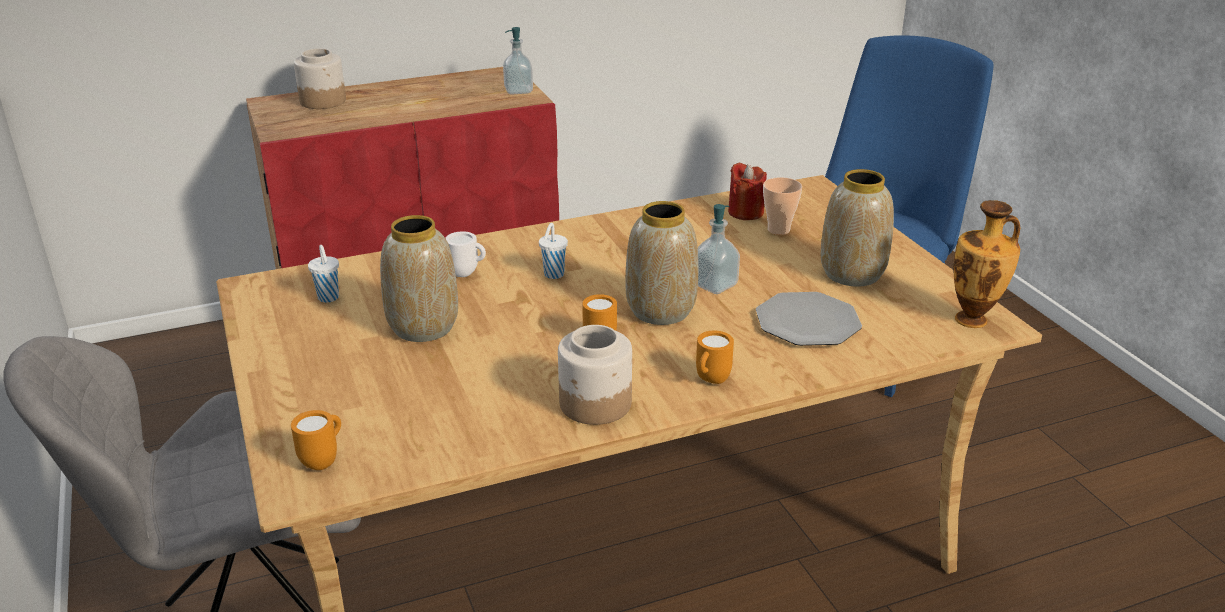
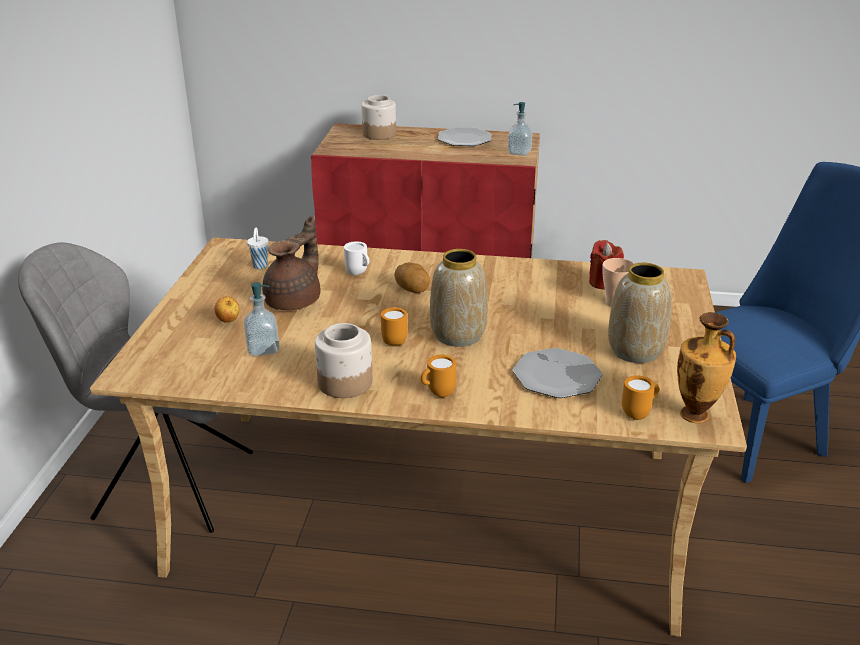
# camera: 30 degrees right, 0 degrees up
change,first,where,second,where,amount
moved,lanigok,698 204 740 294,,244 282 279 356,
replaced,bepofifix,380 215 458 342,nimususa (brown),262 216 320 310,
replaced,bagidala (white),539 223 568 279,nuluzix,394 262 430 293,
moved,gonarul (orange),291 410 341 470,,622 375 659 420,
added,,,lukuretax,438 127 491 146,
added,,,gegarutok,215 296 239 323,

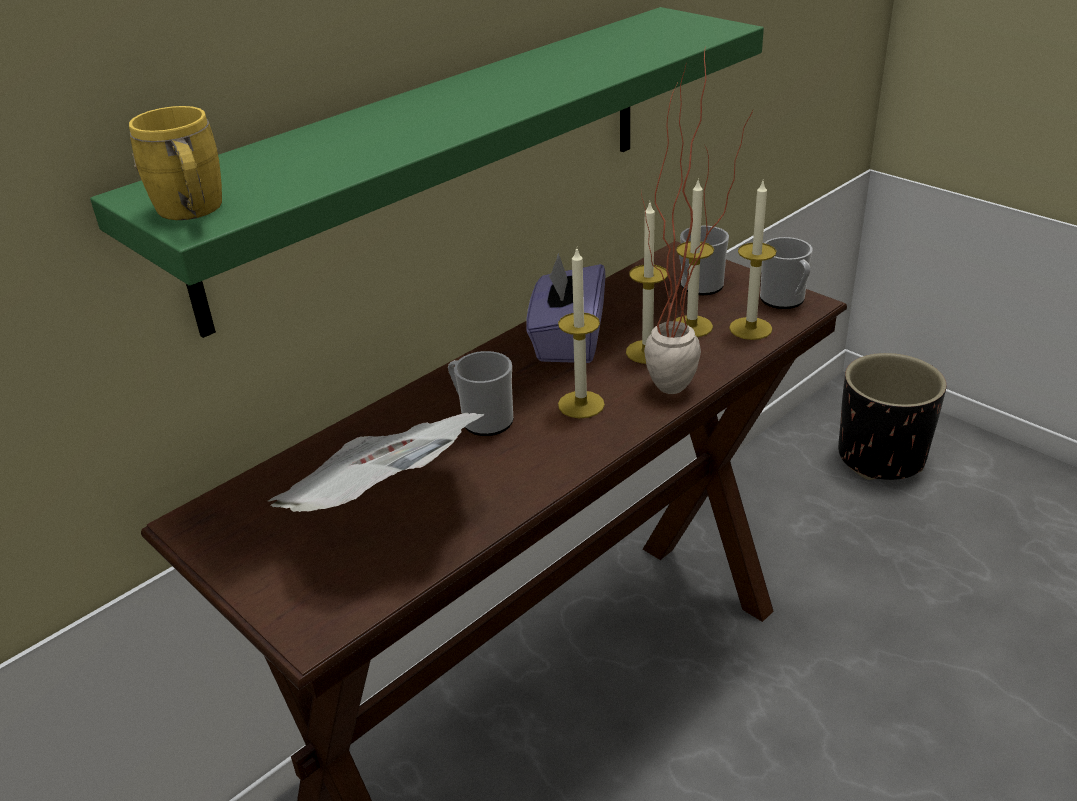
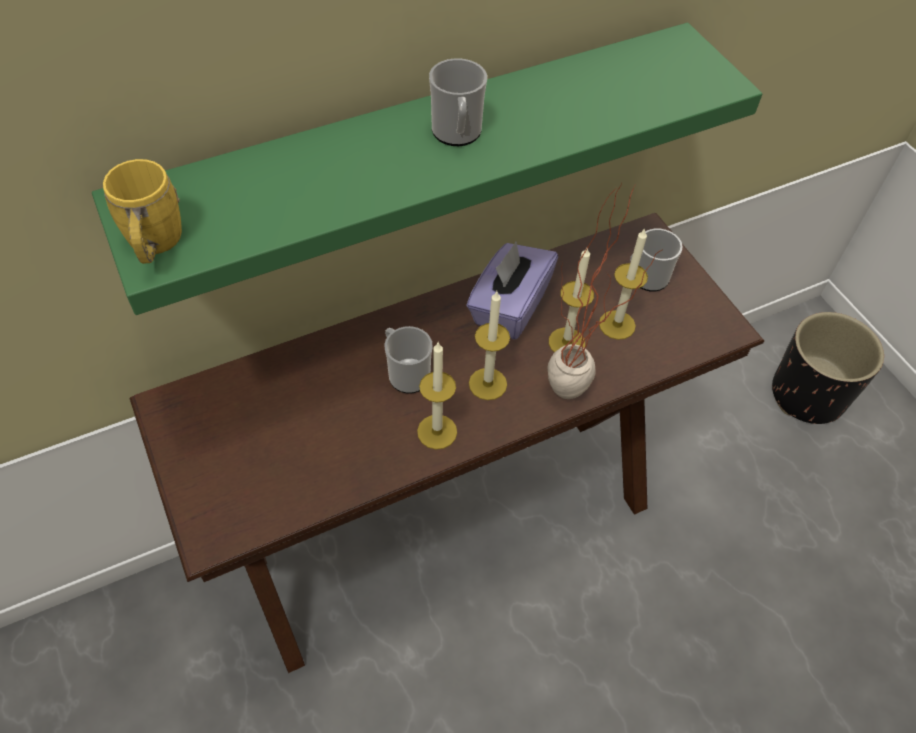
# camera: 15 degrees right, 20 degrees up
change,first,where,second,where,amount
moved,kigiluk,729 181 776 340,,417 343 457 449,
moved,gonarul,760 237 812 309,,429 58 487 146,
removed,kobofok,267 413 484 512,,,

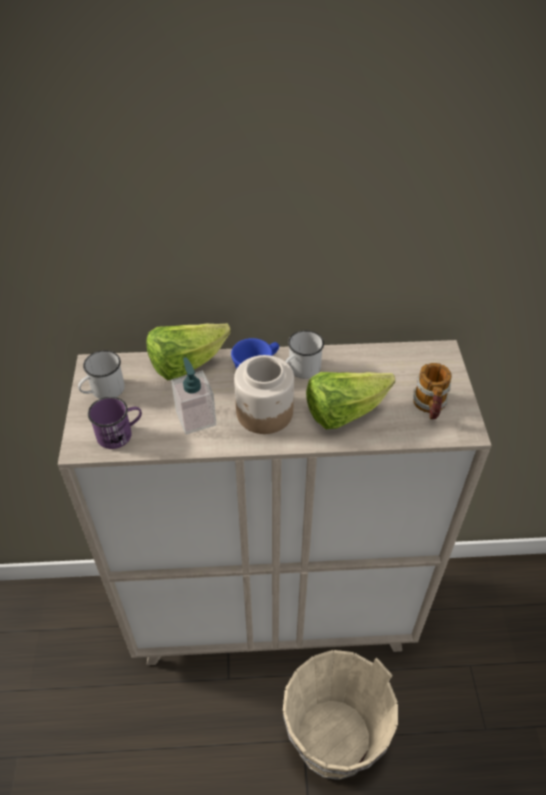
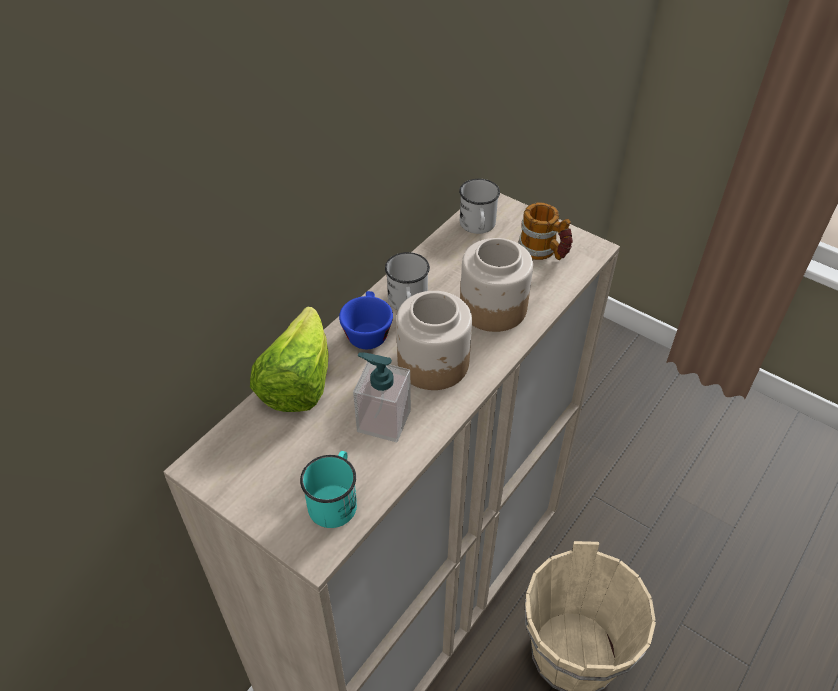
# camera: 50 degrees left, 0 degrees up
change,first,where,second,where,amount
moved,gonarul (white),78 350 125 399,,459 179 500 234,
replaced,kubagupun,306 372 395 429,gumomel,460 238 533 332,
recoloured,gonarul (purple),88 397 142 449,gonarul (turquoise),300 451 357 528,

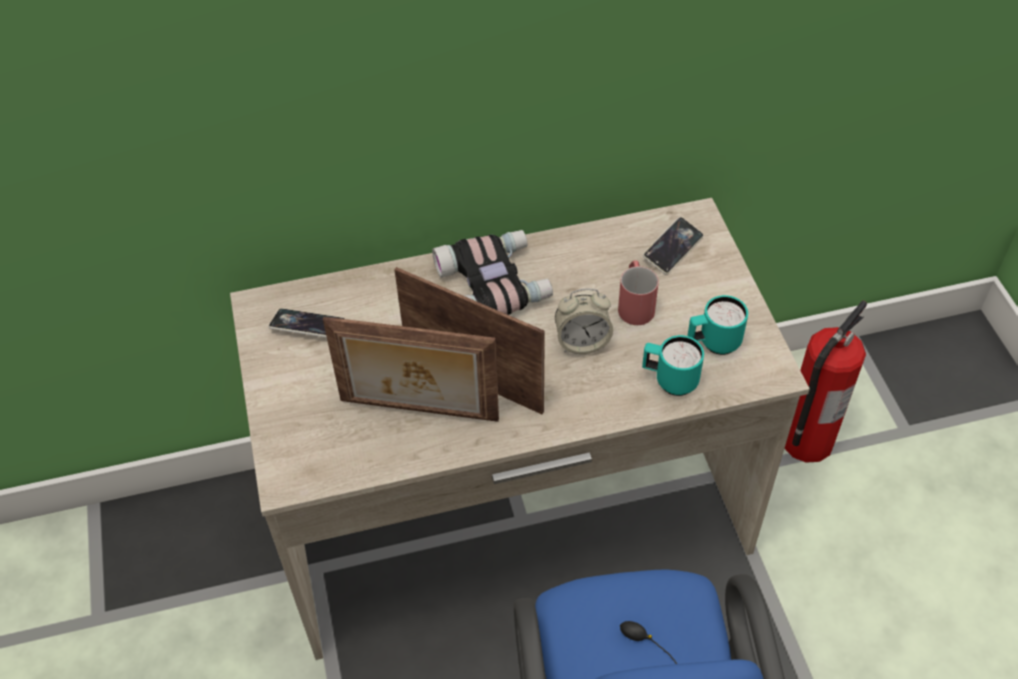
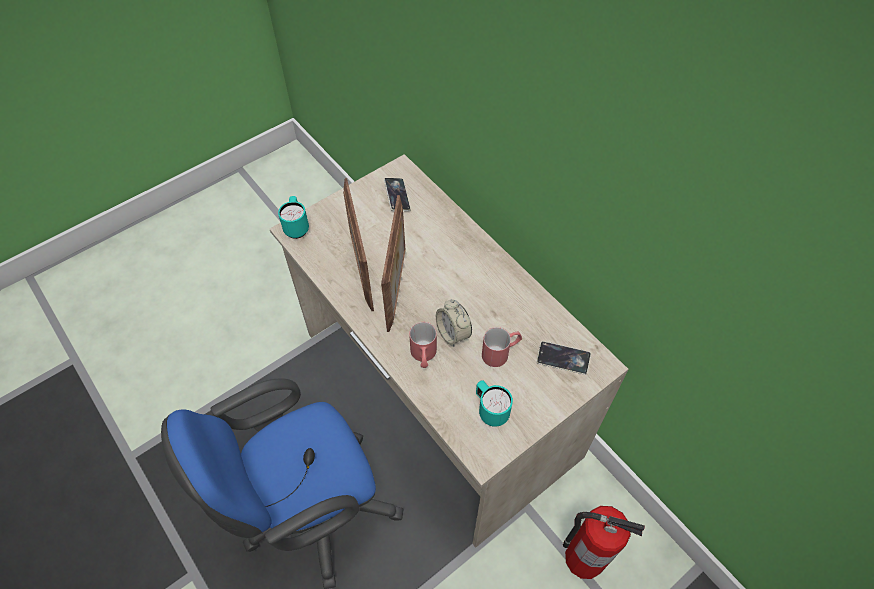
# camera: 65 degrees right, 5 degrees up
change,first,where,second,where,amount
removed,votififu,432 230 553 315,,,
moved,gonarul (turquoise),642 335 704 396,,278 196 309 239,
added,,,gonarul (red),409 322 437 368,

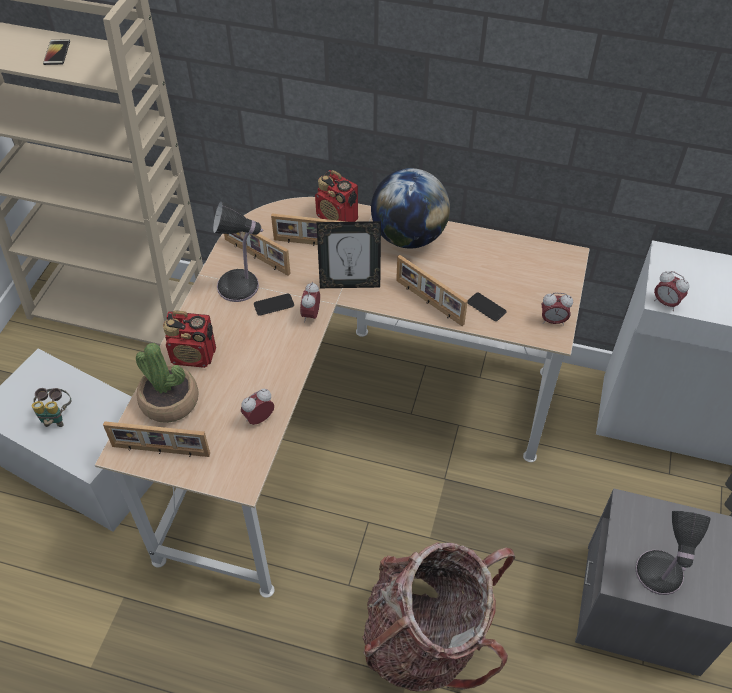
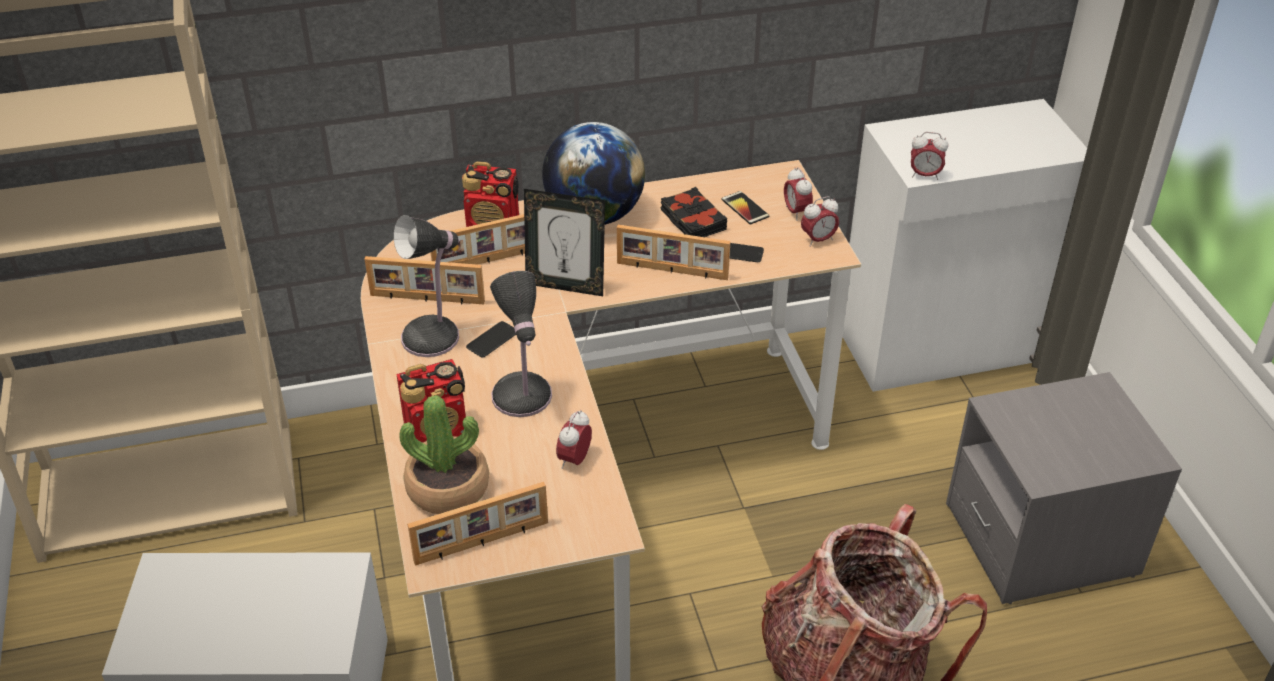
# camera: 30 degrees left, 10 degrees down
change,first,where,second,where,amount
moved,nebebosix,43 39 70 65,,722 191 769 225,
turned,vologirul,316 221 381 288,,524 189 605 296,45 degrees clockwise
moved,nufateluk,300 282 320 323,,784 167 813 221,
removed,votififu,32 388 71 427,,,
moved,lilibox,635 511 711 595,,490 271 552 417,
added,,,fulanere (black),661 187 727 237,

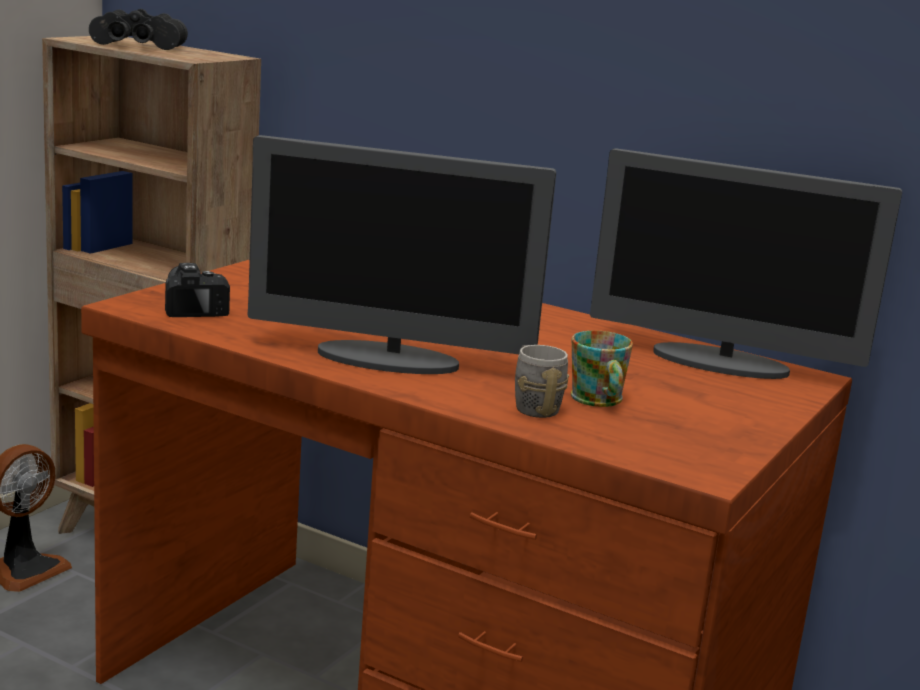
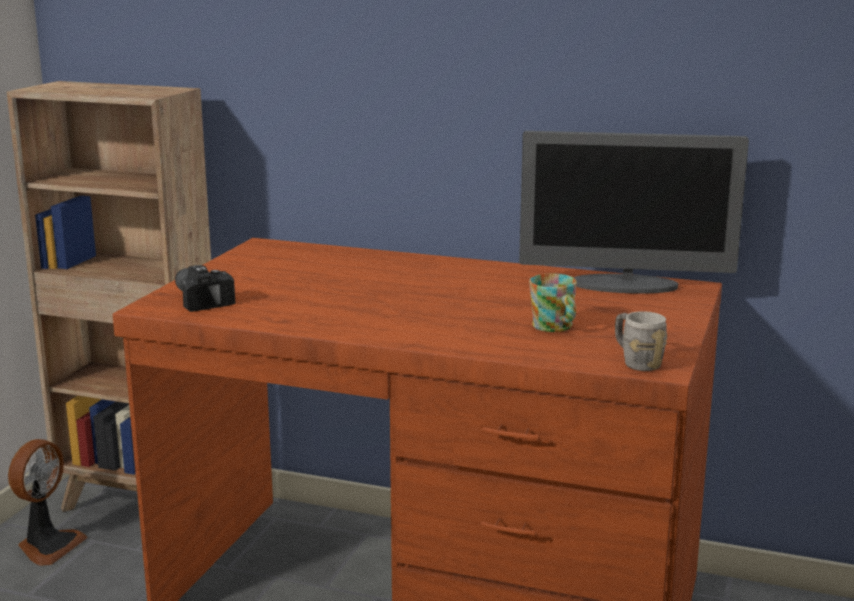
# camera: 10 degrees left, 0 degrees up
change,first,where,second,where,amount
removed,votififu (black),89 9 188 50,,,
removed,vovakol,248 135 556 374,,,
moved,gonarul (grey),515 345 569 418,,615 311 667 371,

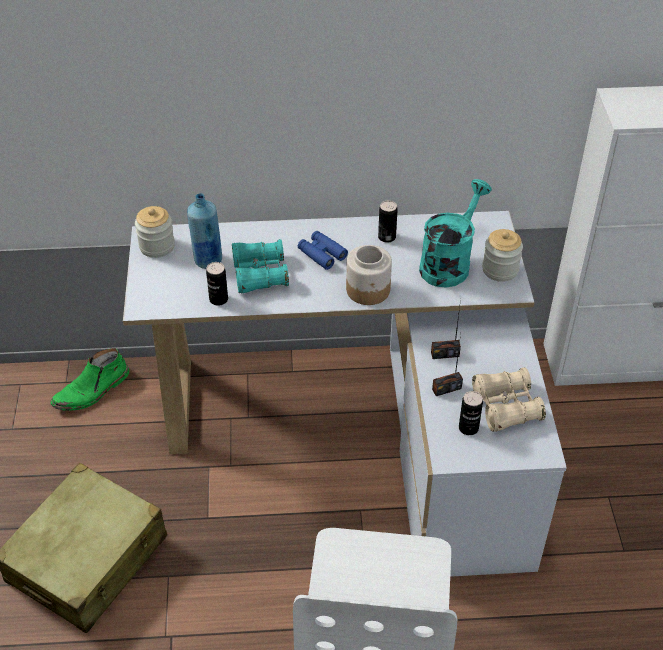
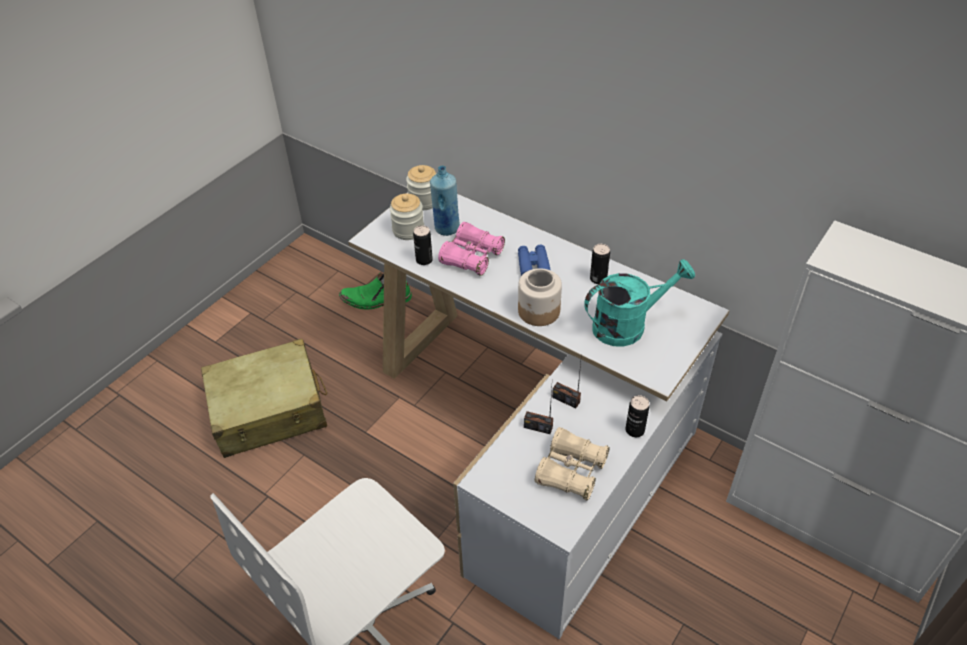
# camera: 40 degrees right, 0 degrees up
change,first,where,second,where,amount
moved,gumomel,482 229 523 282,,390 194 424 240,
recoloured,votififu (turquoise),232 239 289 293,votififu (pink),438 222 505 276,
moved,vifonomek,459 391 483 435,,625 395 650 437,

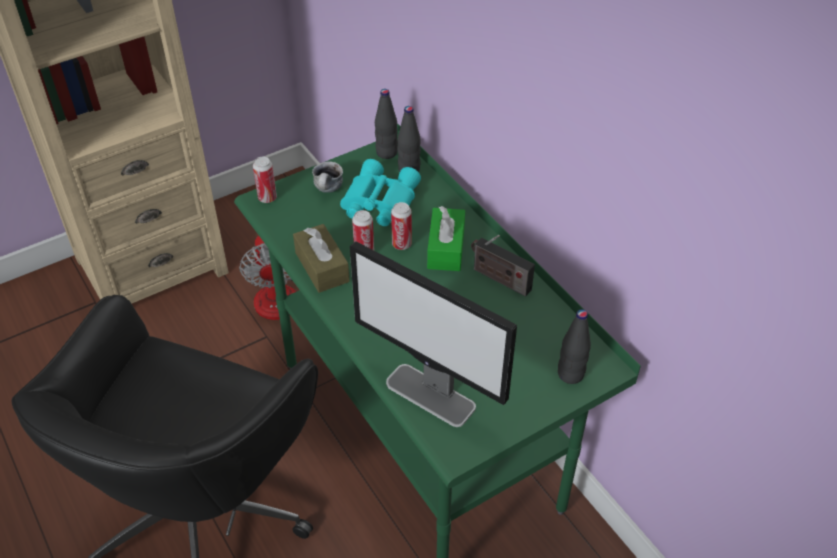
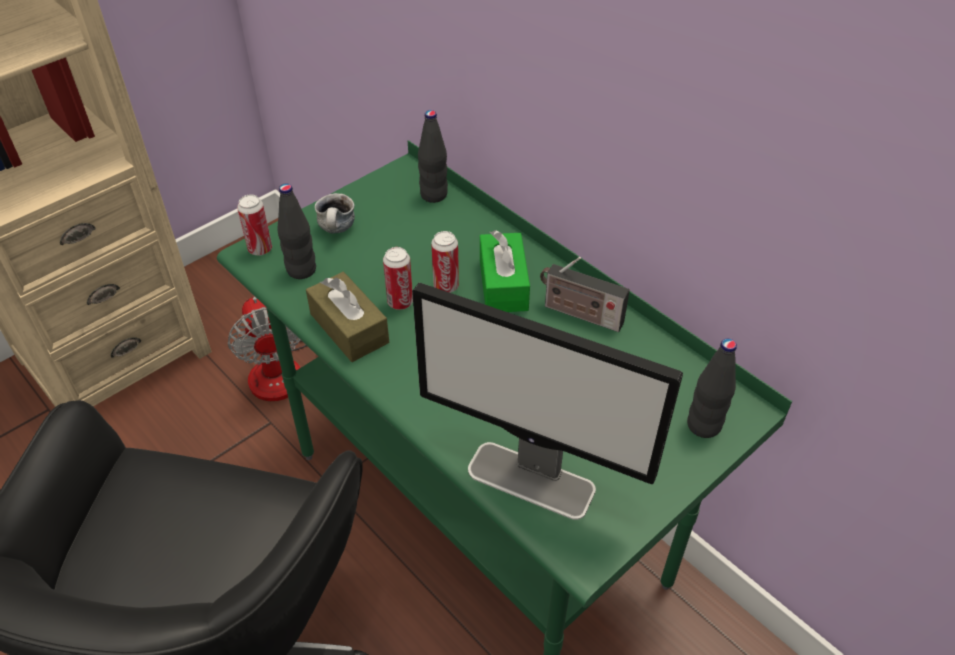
# camera: 10 degrees left, 0 degrees up
change,first,where,second,where,amount
moved,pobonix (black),375 89 398 159,,277 183 316 279,
removed,votififu (turquoise),340 159 421 226,,,

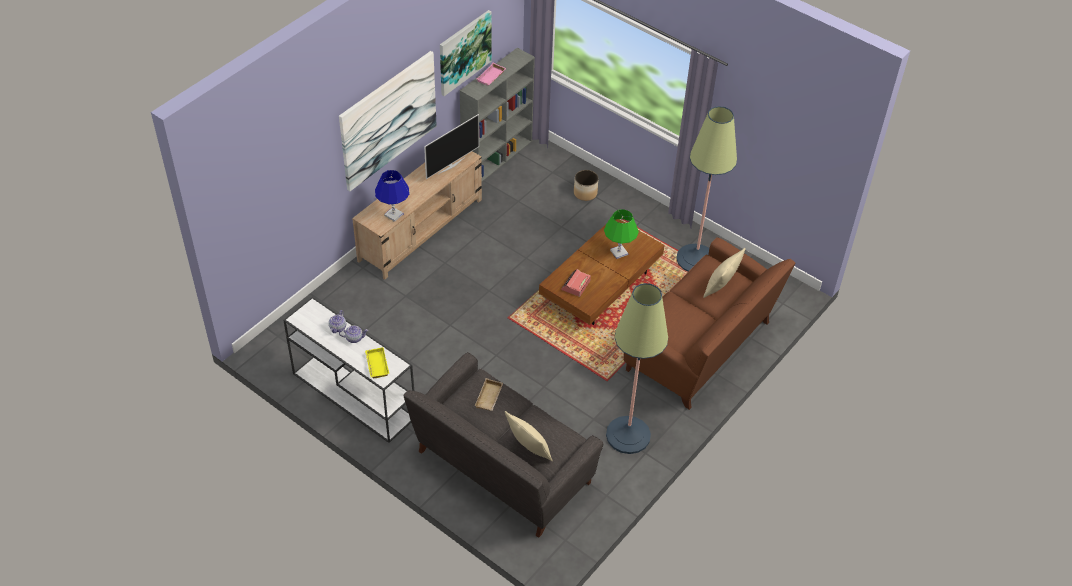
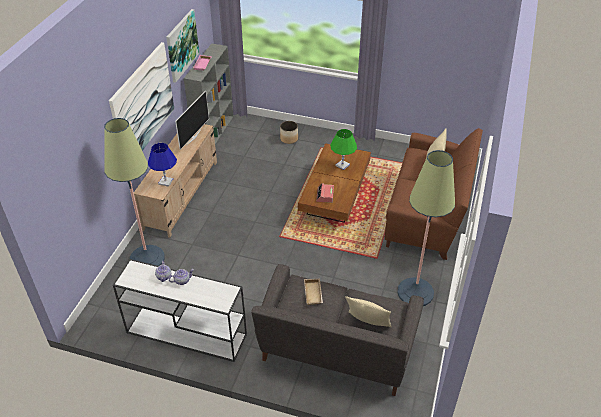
# camera: 20 degrees left, 5 degrees down
change,first,where,second,where,amount
moved,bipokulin,676 106 737 272,,104 118 165 266,
removed,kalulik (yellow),365 347 389 378,,,

